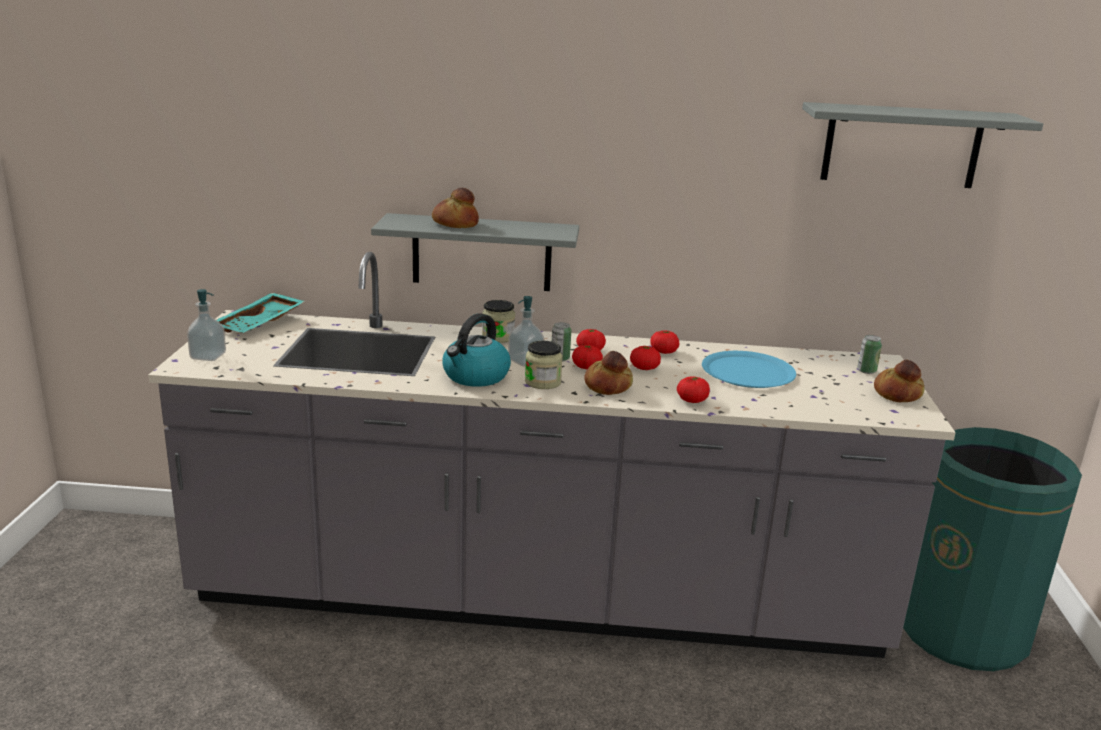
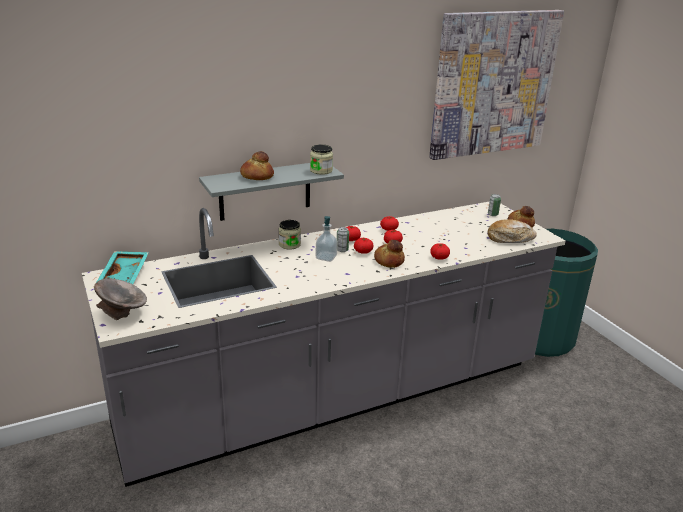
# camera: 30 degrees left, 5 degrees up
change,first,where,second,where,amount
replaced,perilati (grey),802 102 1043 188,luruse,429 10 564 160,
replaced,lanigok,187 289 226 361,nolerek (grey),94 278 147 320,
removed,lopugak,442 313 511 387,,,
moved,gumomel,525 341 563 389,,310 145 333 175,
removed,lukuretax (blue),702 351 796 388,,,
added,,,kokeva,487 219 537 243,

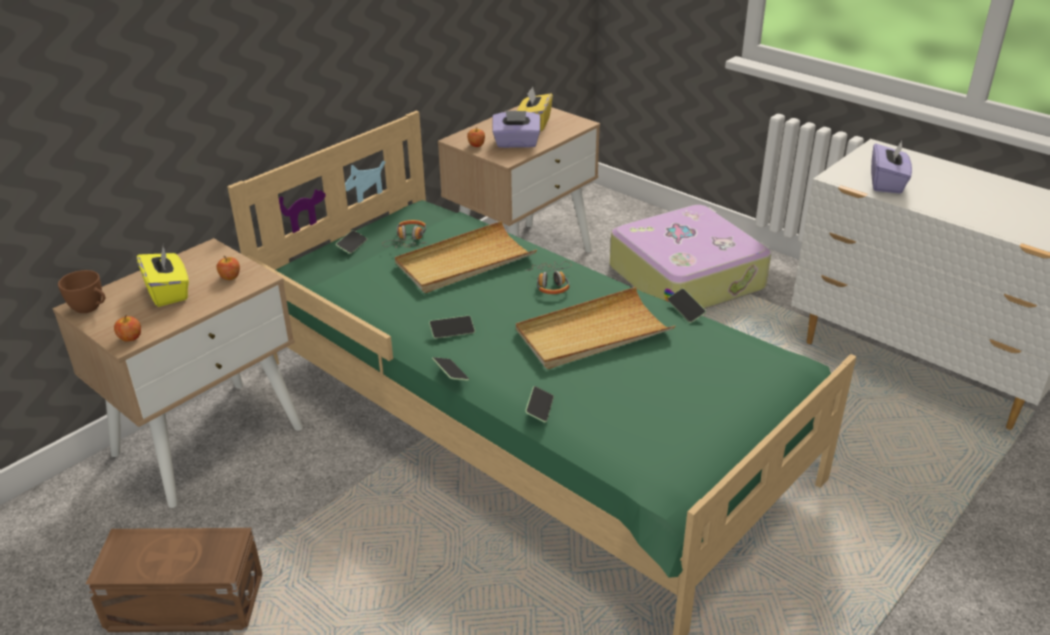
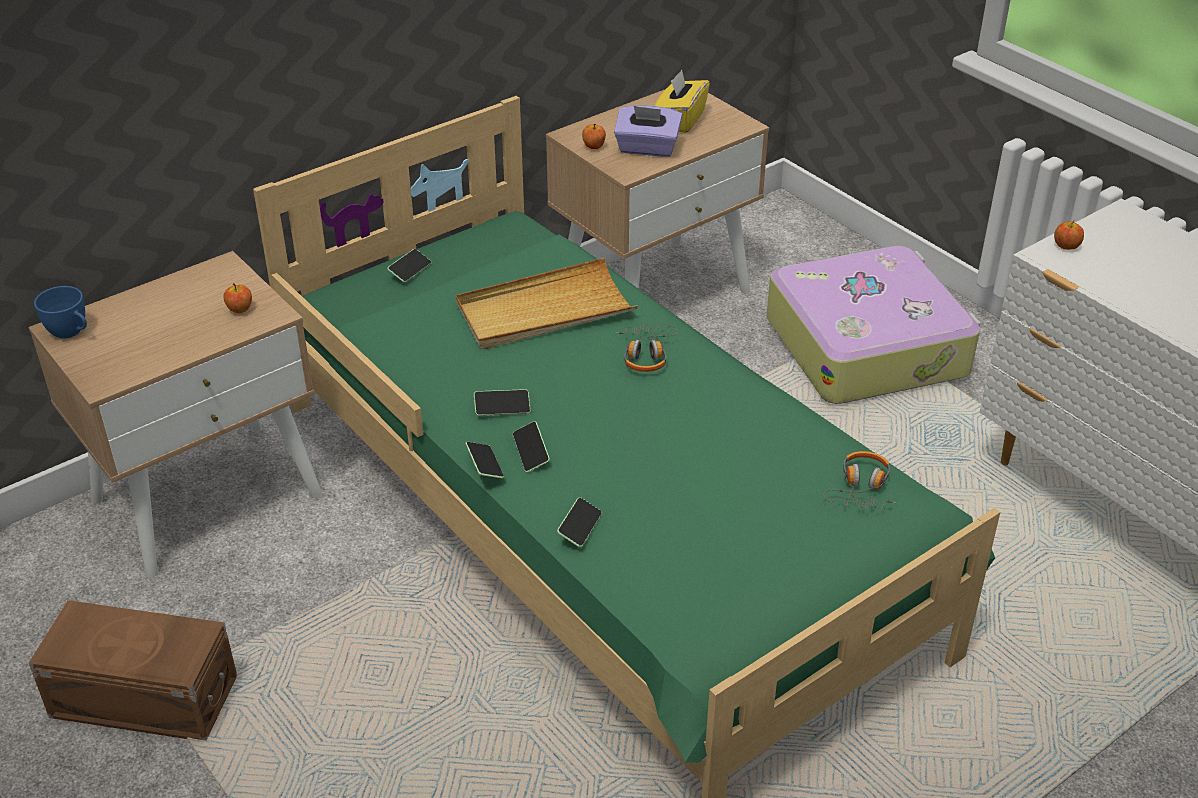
# camera: 10 degrees right, 5 degrees up
change,first,where,second,where,amount
removed,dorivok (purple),871 141 912 193,,,
moved,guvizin,382 220 426 248,,823 451 896 509,
removed,dorivok (yellow),137 247 189 307,,,
recoloured,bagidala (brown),58 270 105 313,bagidala (blue),34 286 87 339,
removed,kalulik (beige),516 287 675 369,,,
moved,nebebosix,667 288 706 323,,512 421 550 473,
moved,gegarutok,114 315 141 342,,1054 220 1084 250,

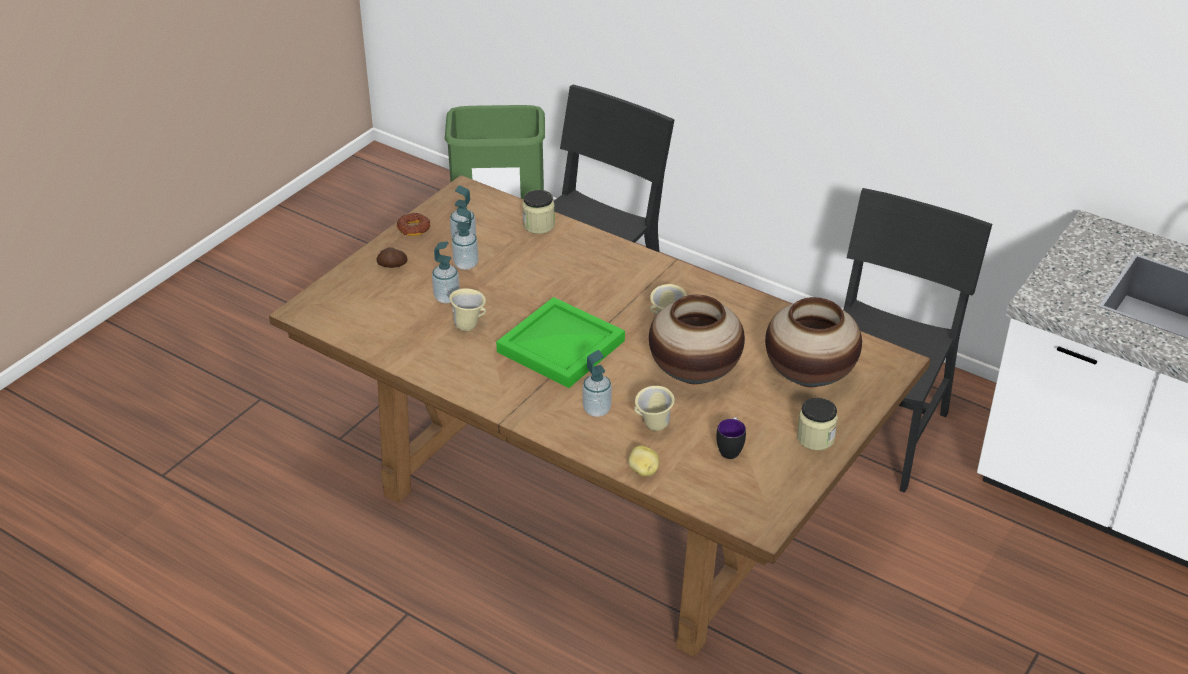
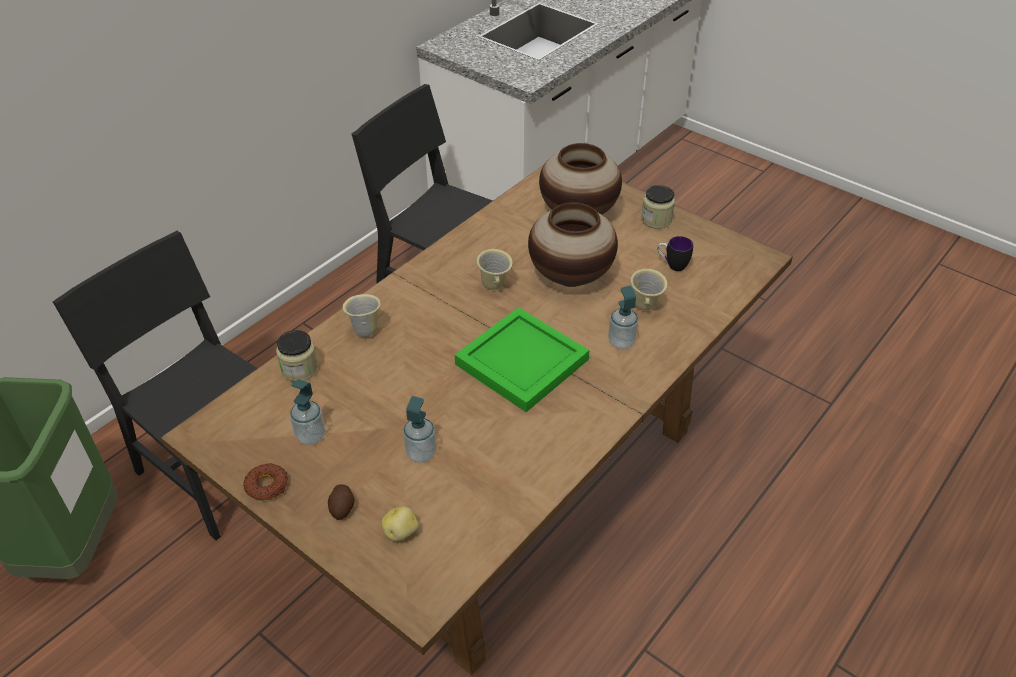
# camera: 85 degrees left, 5 degrees up
change,first,where,second,where,amount
removed,lanigok,452 208 478 270,,,
moved,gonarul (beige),449 288 486 331,,342 294 381 337,
moved,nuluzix,628 446 660 476,,381 506 419 542,

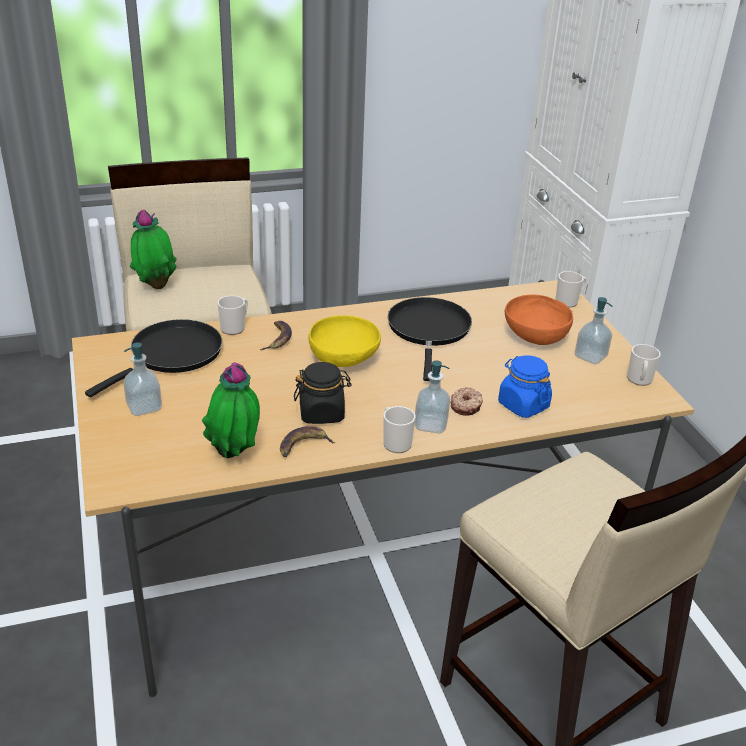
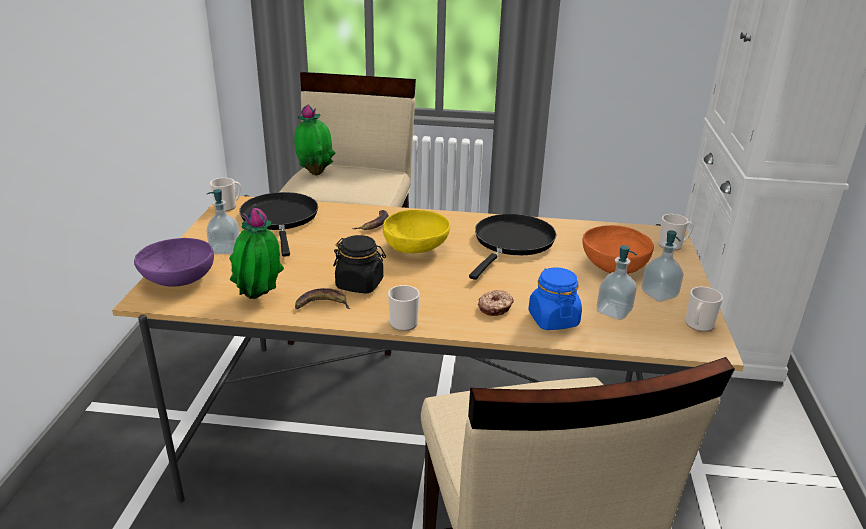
# camera: 25 degrees right, 5 degrees down
change,first,where,second,where,amount
moved,gonarul,218 296 248 335,,210 178 241 211,
turned,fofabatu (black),85 319 222 397,,239 192 318 257,75 degrees counterclockwise
moved,lanigok,415 361 450 433,,597 245 637 320,
added,,,nolerek (purple),134 238 214 287,

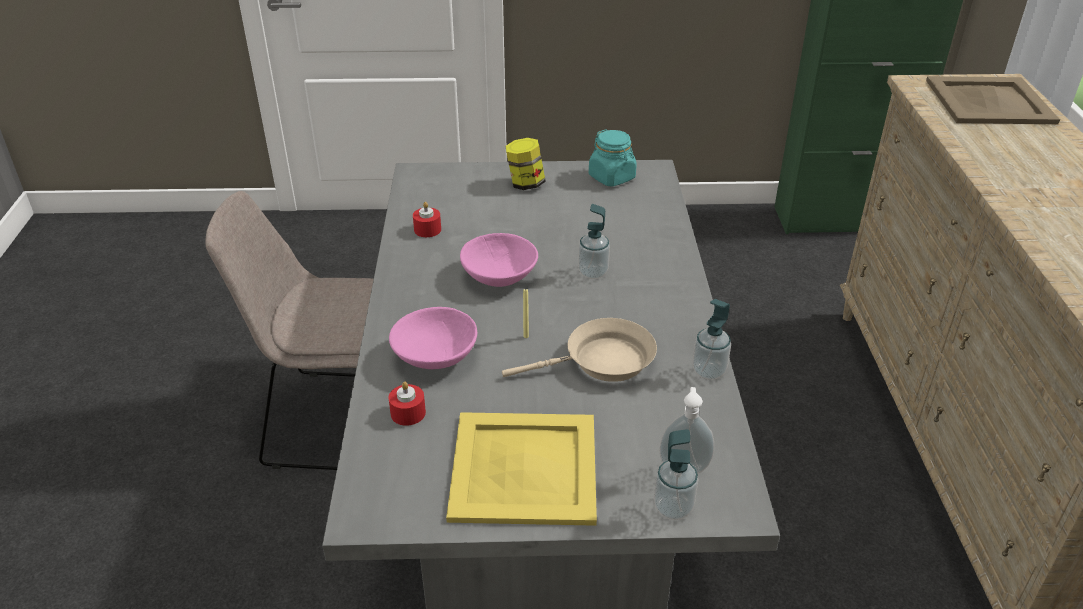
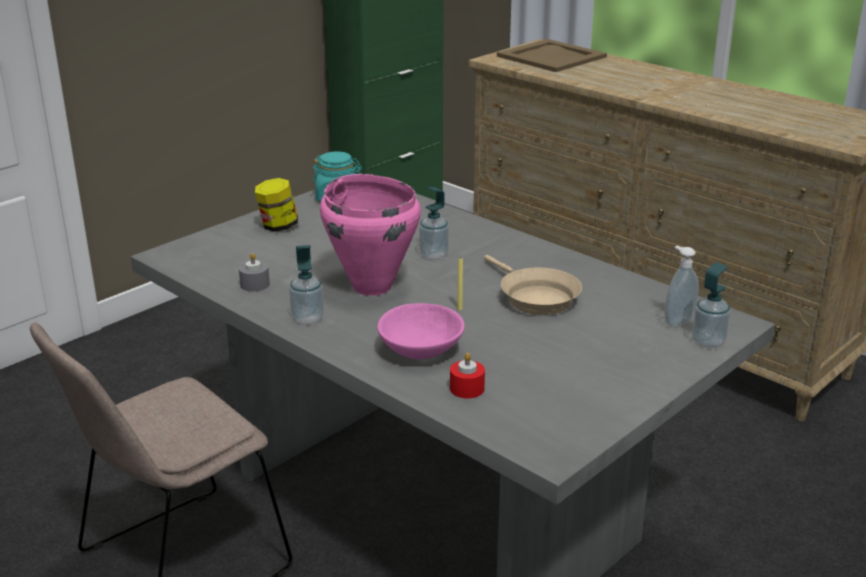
# camera: 45 degrees left, 10 degrees down
change,first,where,second,where,amount
recoloured,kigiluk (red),413 202 441 237,kigiluk (grey),239 253 270 292,
replaced,nolerek (pink),460 233 538 287,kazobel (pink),320 174 421 296,
moved,lanigok,692 299 731 380,,289 245 324 325,
turned,fofabatu (beige),502 318 657 382,,484 255 582 315,120 degrees clockwise
removed,kalulik (yellow),446 412 597 526,,,

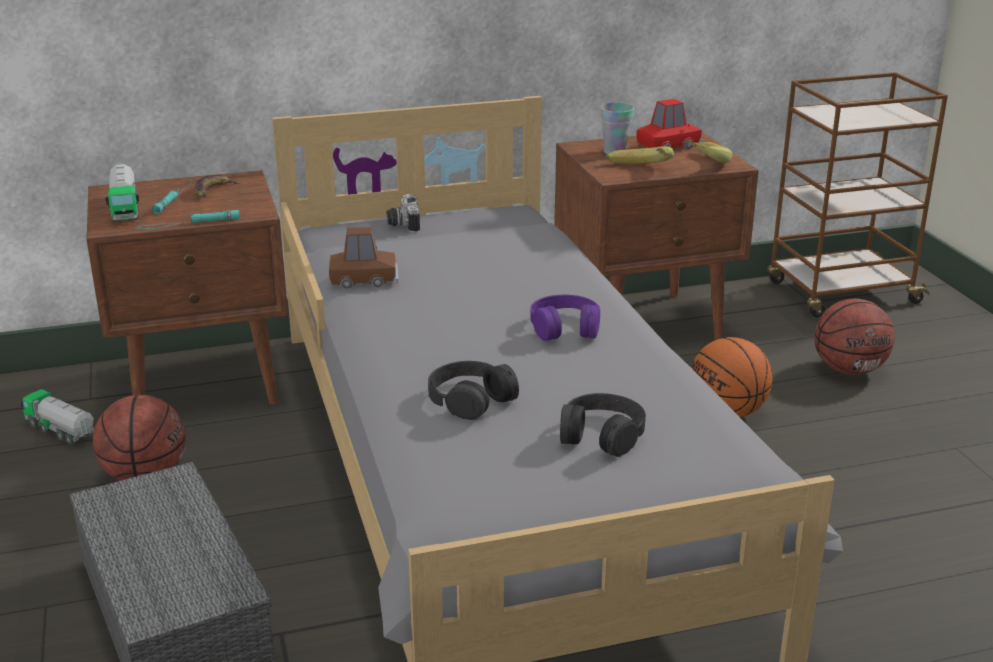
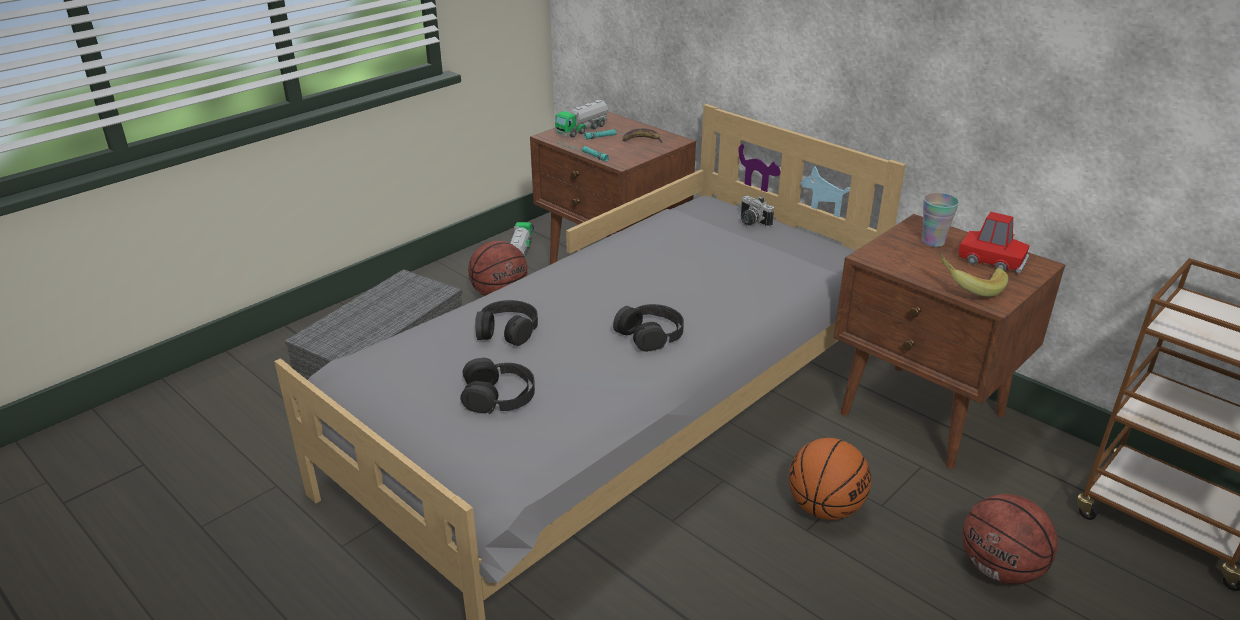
# camera: 60 degrees right, 5 degrees up
change,first,where,second,where,amount
removed,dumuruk,605 146 674 164,,,
turned,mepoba,387 194 420 233,,741 196 774 227,90 degrees counterclockwise
removed,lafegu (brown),329 227 399 289,,,
recoloured,guvizin (purple),530 295 600 341,guvizin (black),613 304 684 352,

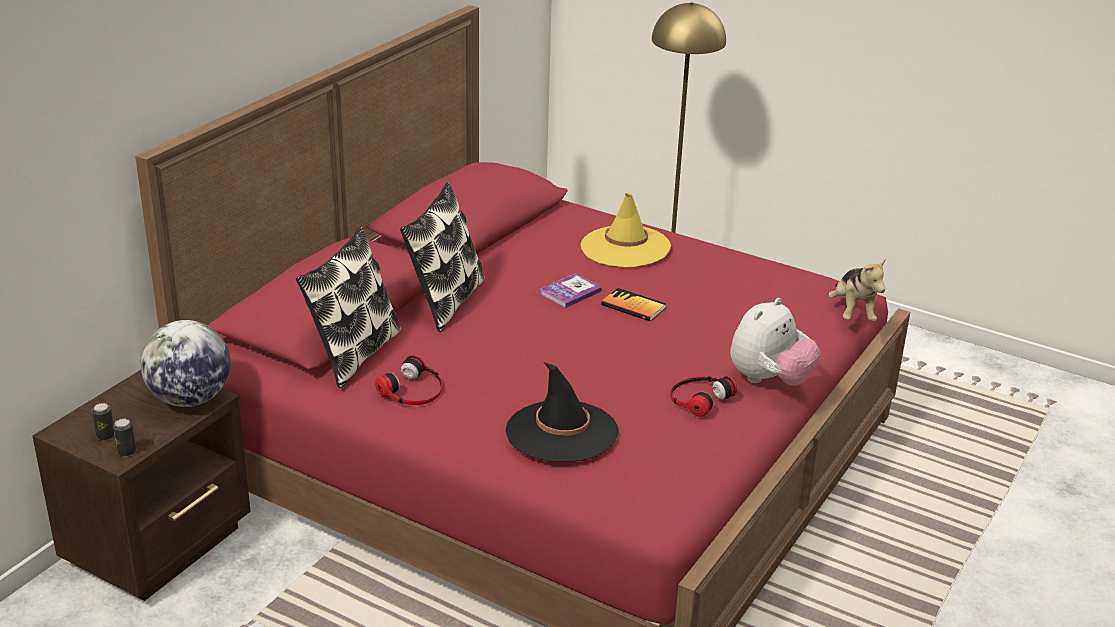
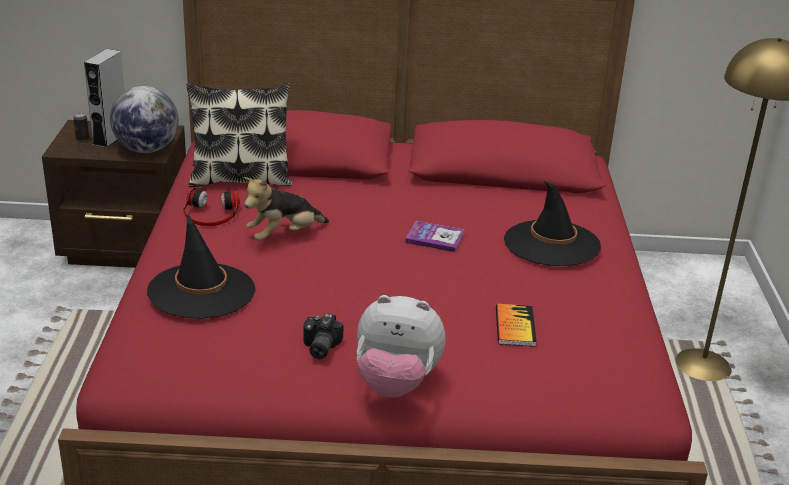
# camera: 60 degrees right, 0 degrees up
change,first,where,second,where,amount
removed,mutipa,400 182 485 332,,,
recoloured,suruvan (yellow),581 192 671 267,suruvan (black),504 181 601 266,
moved,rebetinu,829 259 886 322,,243 177 329 241,
moved,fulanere,601 288 666 321,,496 304 537 347,
replaced,guvizin,670 376 737 417,mepoba,304 313 344 359,
removed,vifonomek,113 419 136 457,,,
added,,,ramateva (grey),84 49 125 148,

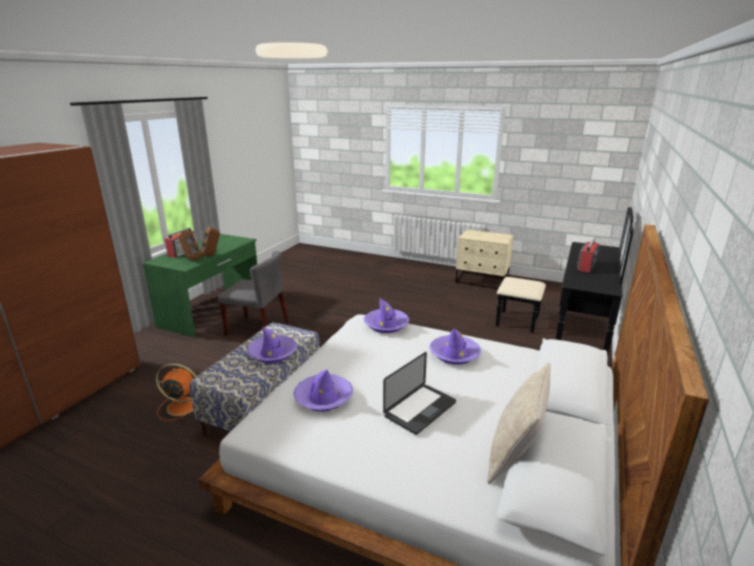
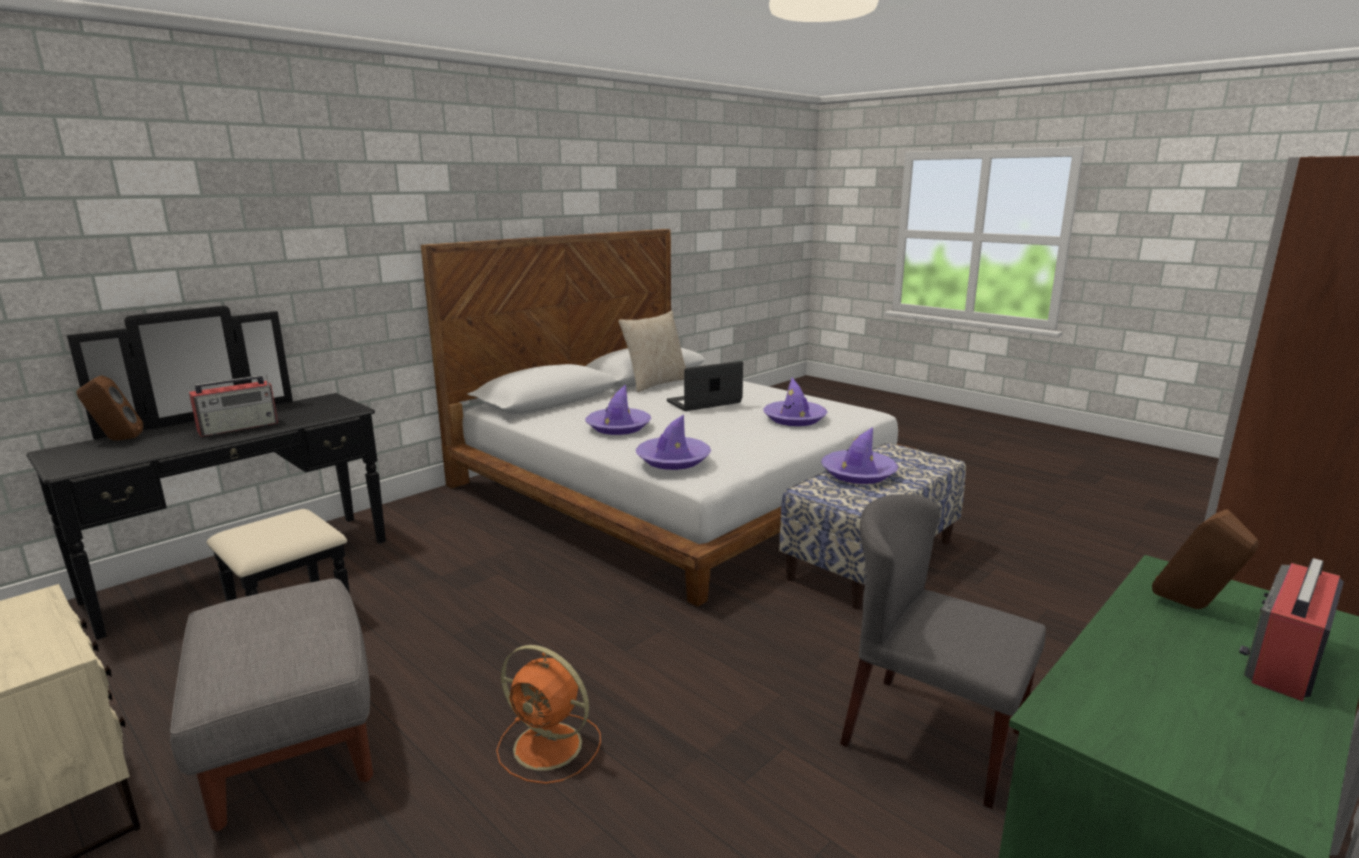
# camera: 160 degrees left, 5 degrees down
change,first,where,second,where,amount
moved,ramateva (brown),201 227 220 256,,76 375 143 441,
moved,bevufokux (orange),156 363 196 421,,496 645 601 784,
added,,,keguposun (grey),170 579 373 831,

